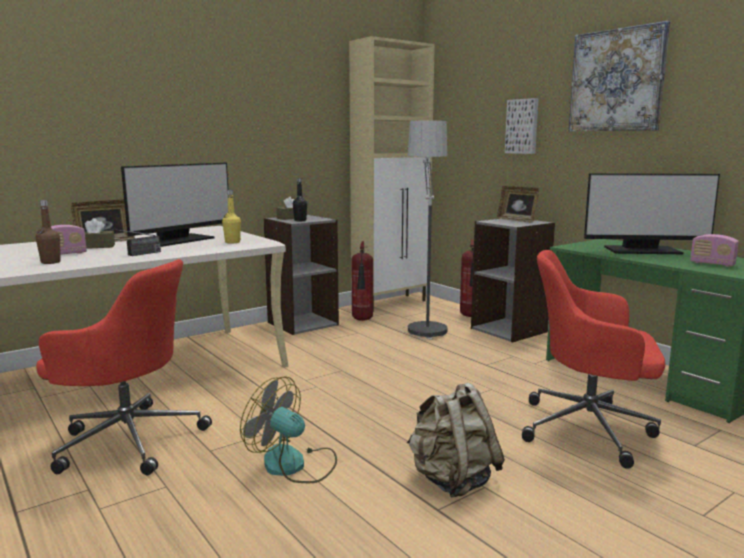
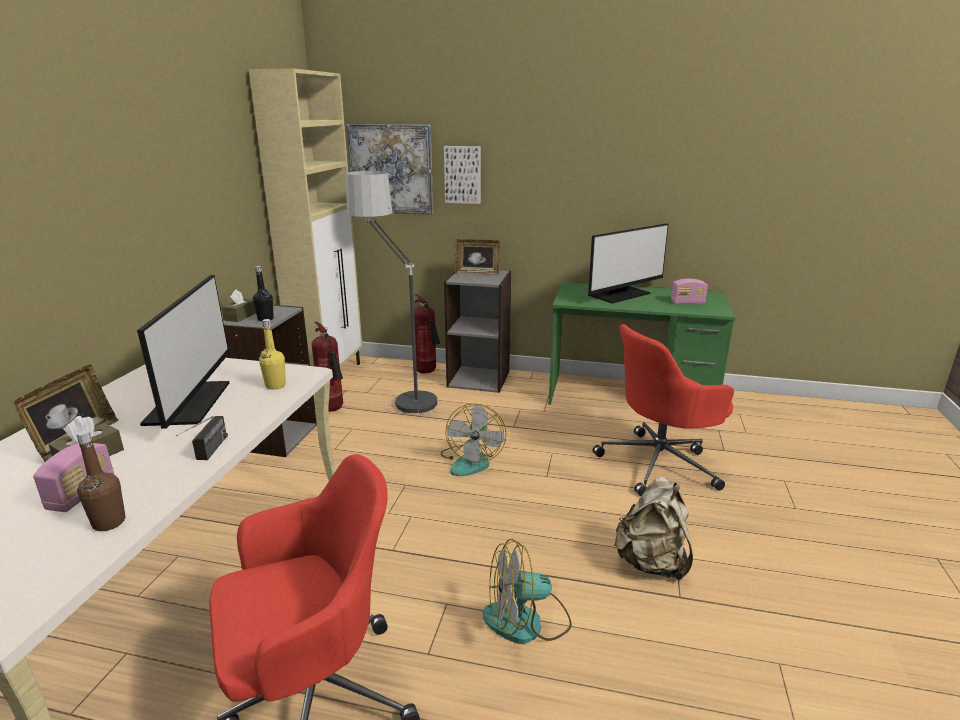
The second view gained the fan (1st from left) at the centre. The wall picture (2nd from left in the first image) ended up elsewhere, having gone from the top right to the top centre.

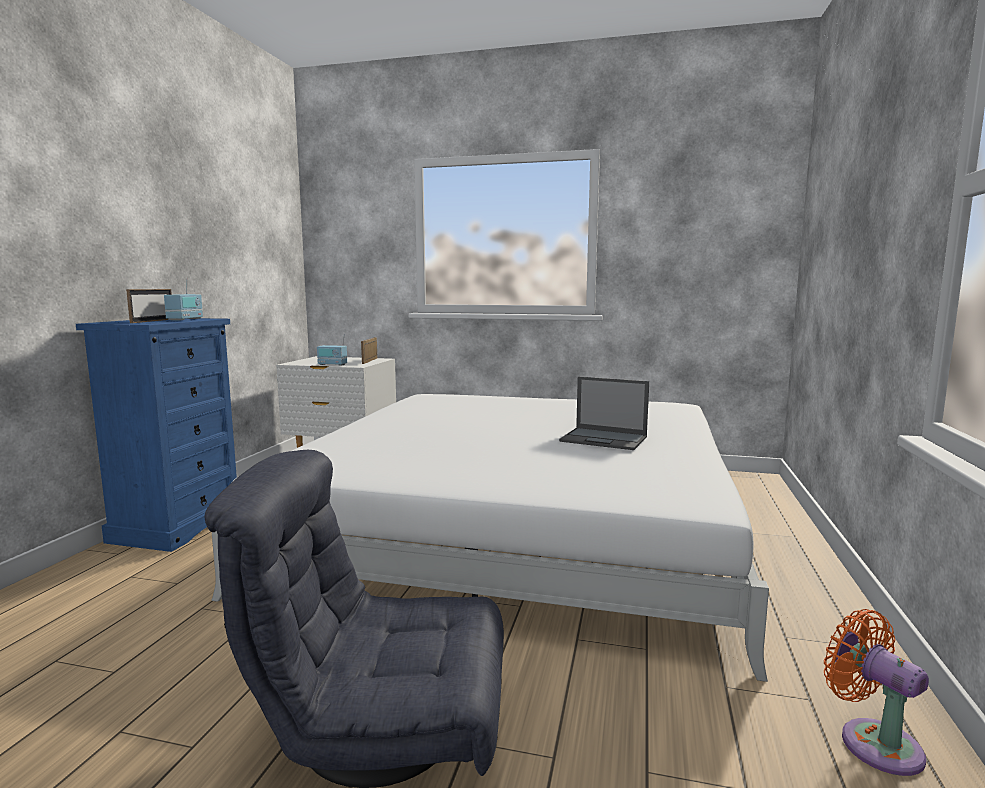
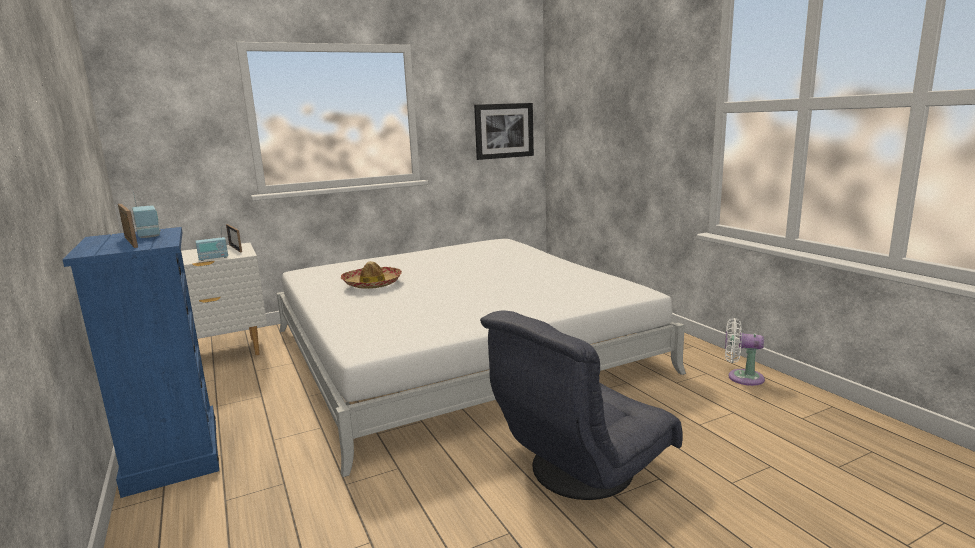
The second view lost the portable computer at the centre. The second view gained the hat at the centre. The second view gained the wall picture at the top centre. What was the orange fan at the bottom right turned into the whitish fan at the middle right.

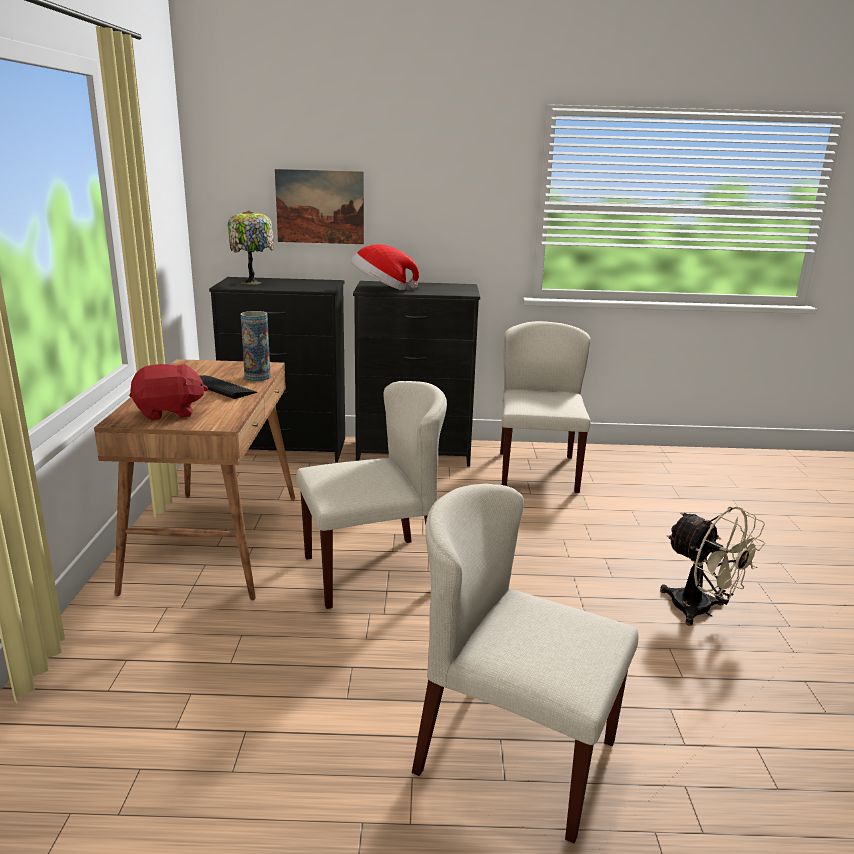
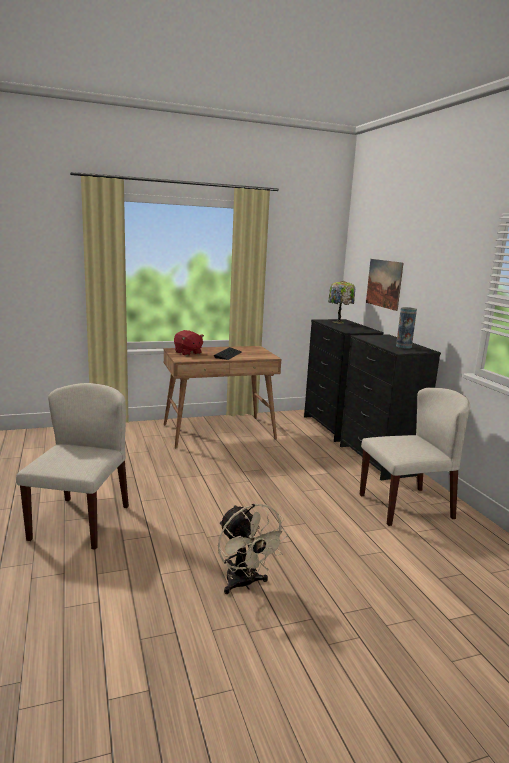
The second view lost the beige upright chair (1st from left) at the centre. The second view lost the hat at the top centre. The decorative vase ended up elsewhere, having gone from the middle left to the middle right. The beige fan at the middle right ended up facing another way, 60 degrees counterclockwise from before.

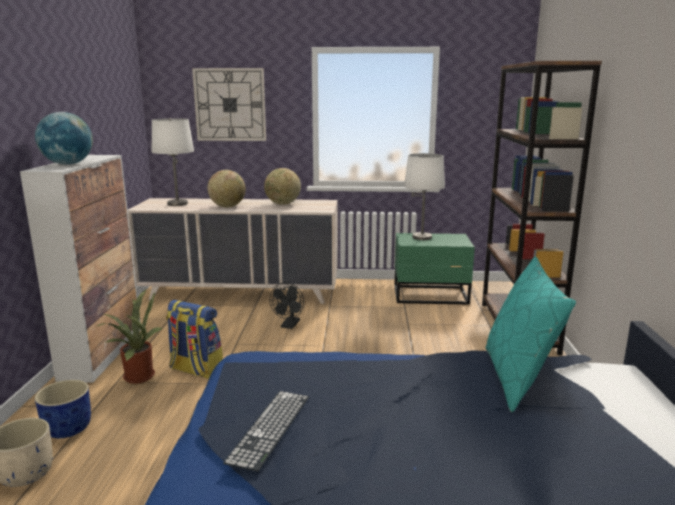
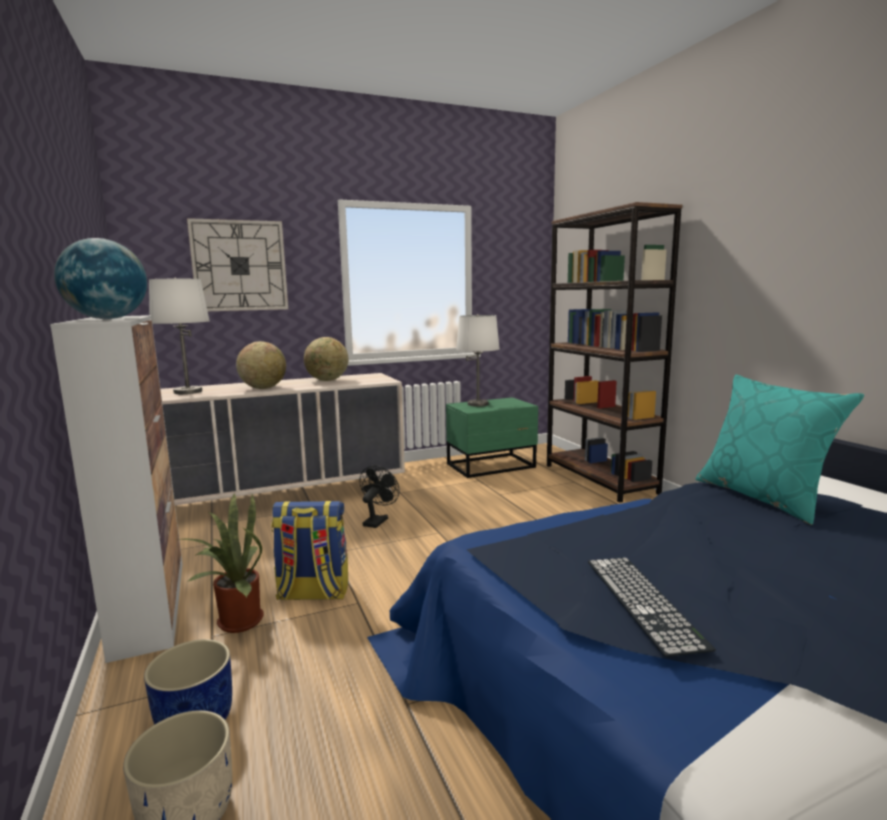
The blackish fan at the centre ended up facing another way, 150 degrees counterclockwise from before.

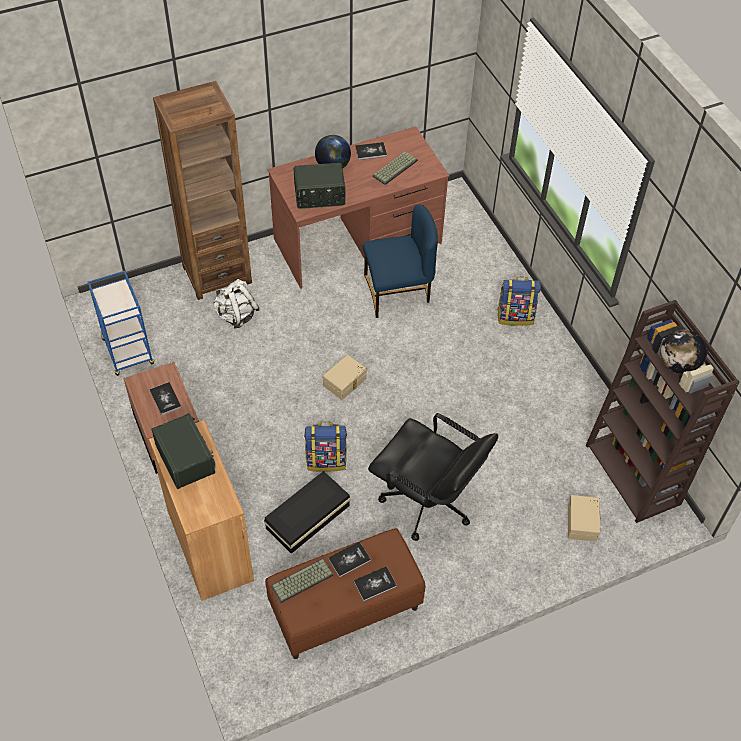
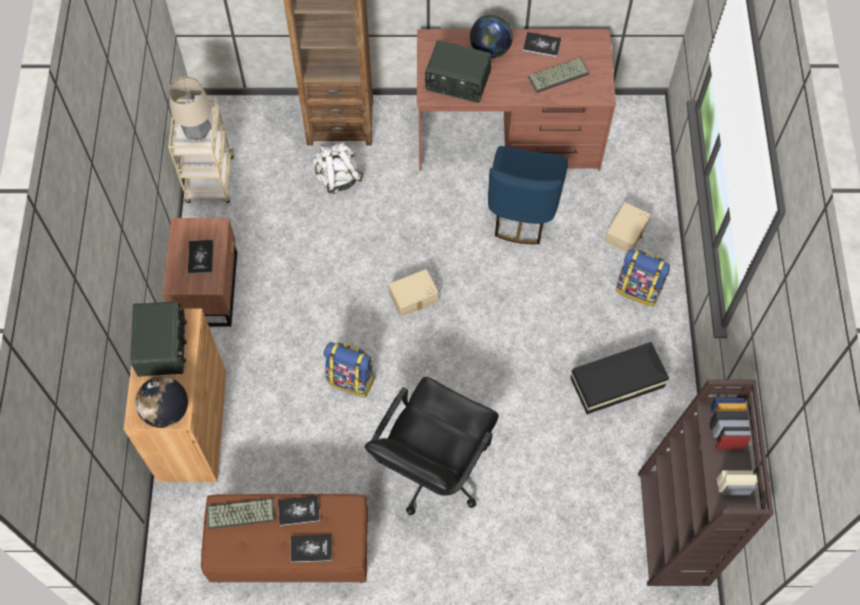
The second view gained the table lamp at the top left. The blackish storage bin ended up elsewhere, having gone from the bottom centre to the middle right. The beige storage bin (2nd from left) ended up elsewhere, having gone from the bottom right to the middle right. The desk globe (2nd from left in the first image) ended up elsewhere, having gone from the middle right to the middle left. What was the bluish cart at the middle left turned into the beige cart at the top left. The bluish upright chair at the centre ended up facing another way, 90 degrees clockwise from before. The blackish office chair at the centre ended up facing another way, 60 degrees clockwise from before.

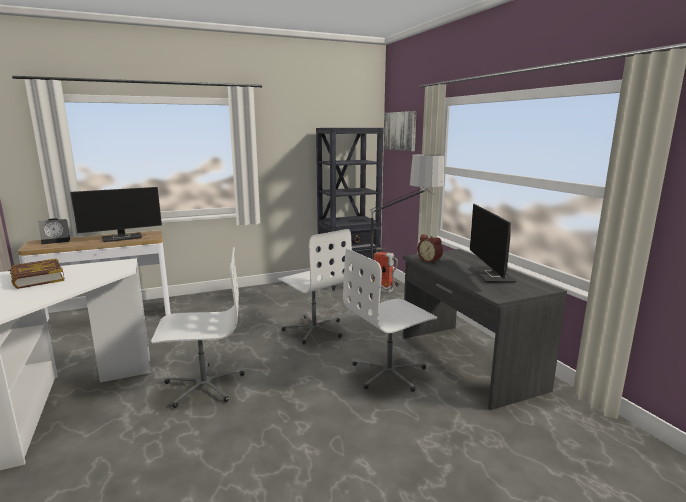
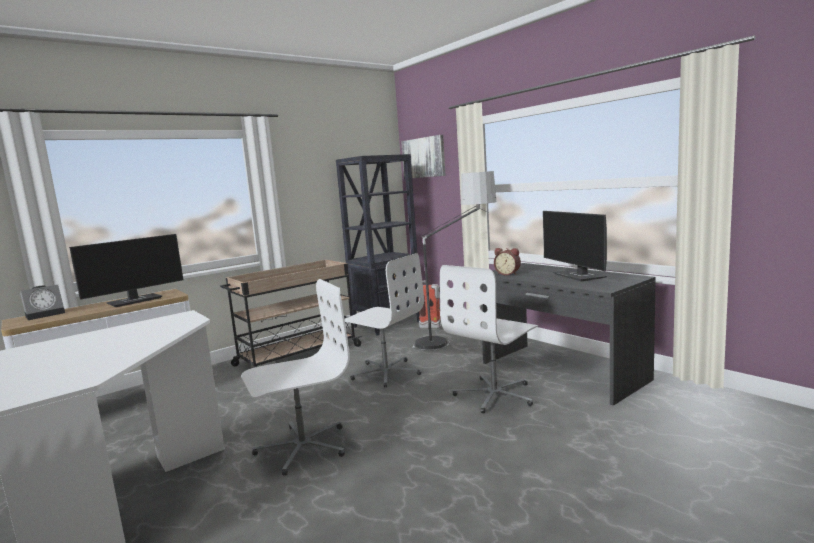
The second view lost the bound book at the middle left. The second view gained the beige cart at the centre.

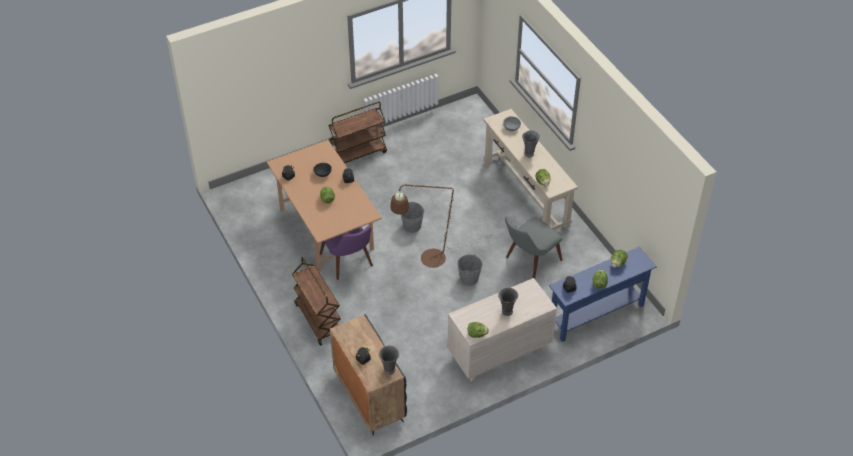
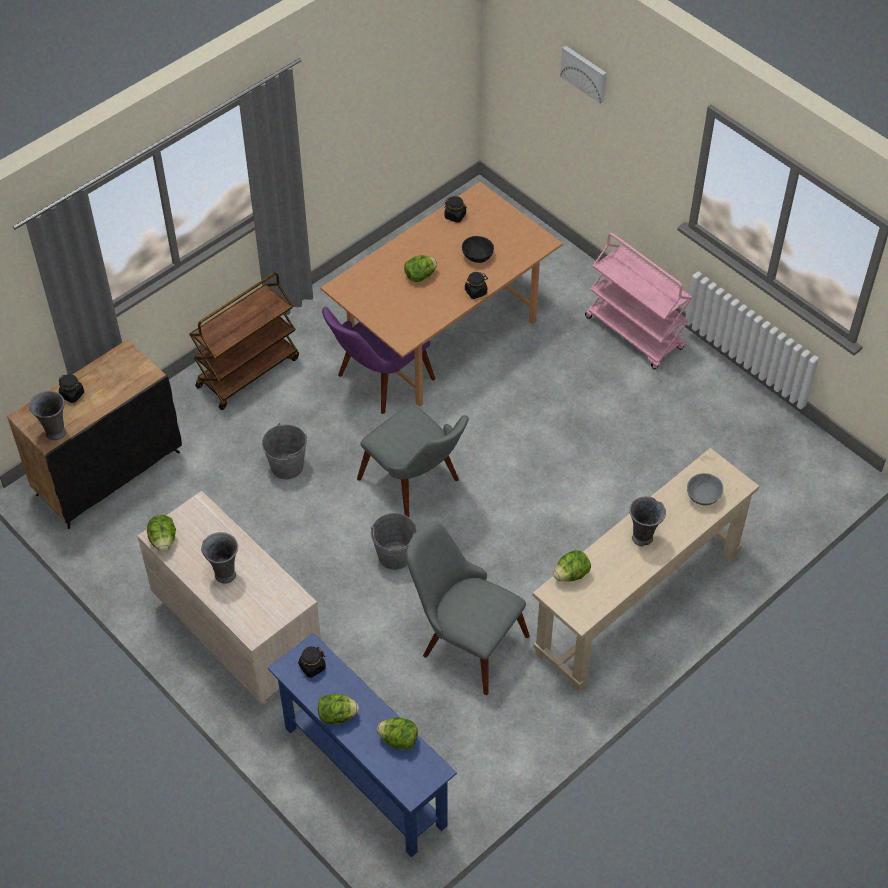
The second view gained the wall picture at the top centre. The gray water bucket (1st from left) ended up elsewhere, having gone from the centre to the middle left. Where the brown standard lamp stood at the centre, the gray upright chair (1st from left) came to stand at the centre. What was the brown cart (2nd from left) at the top centre turned into the pinkish cart at the middle right.

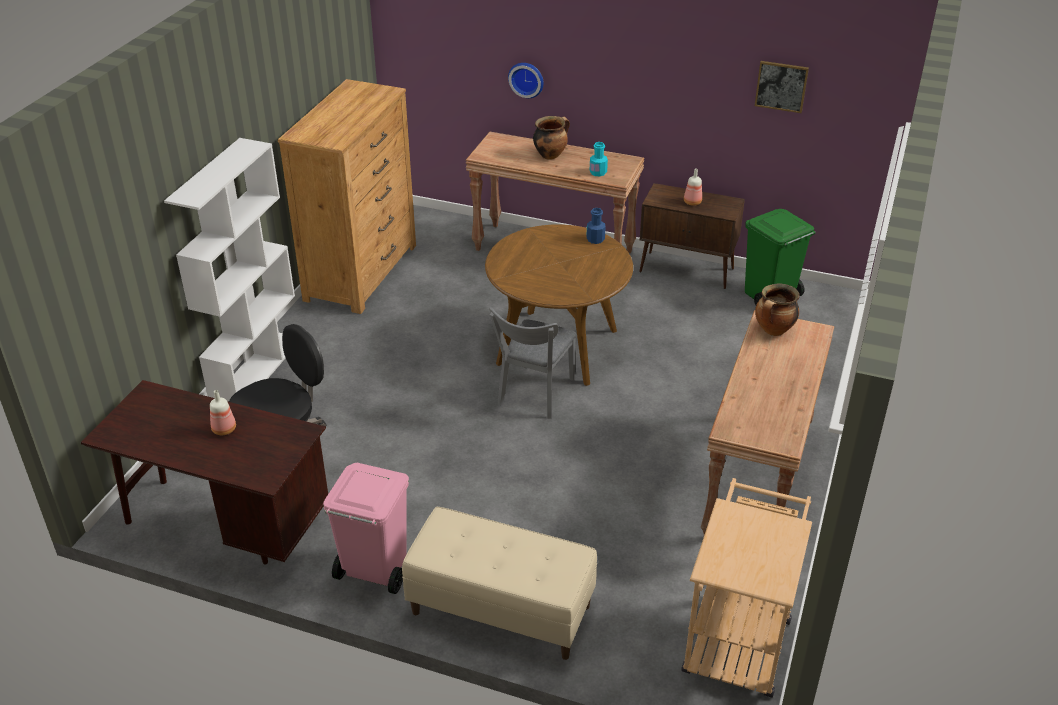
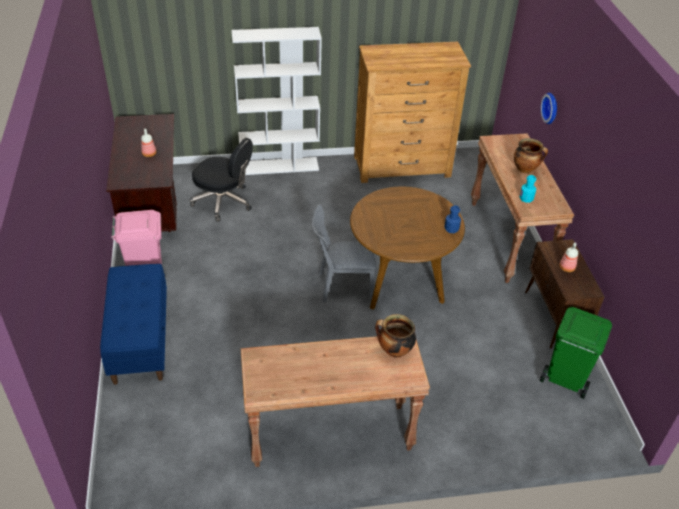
The second view lost the beige cart at the bottom right. The second view lost the wall picture at the top right. What was the beige long seat at the bottom centre turned into the bluish long seat at the middle left.

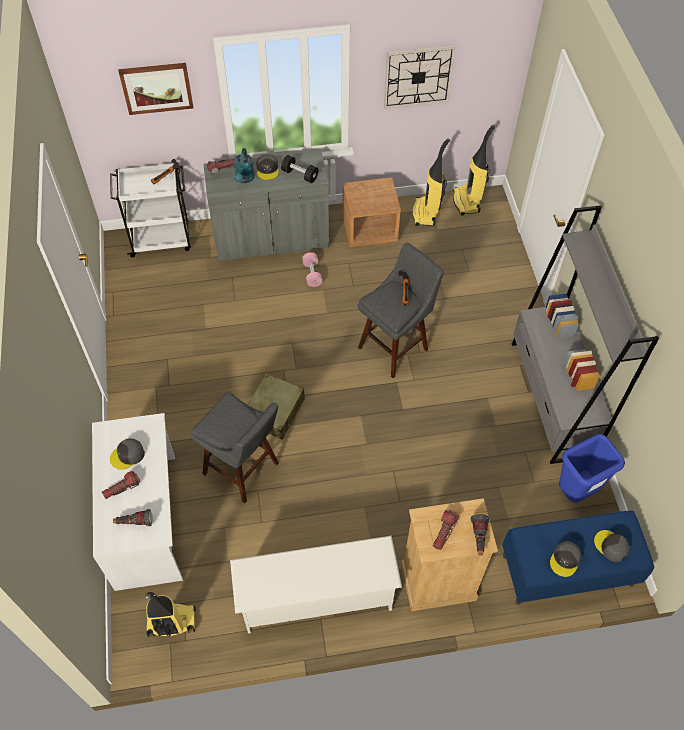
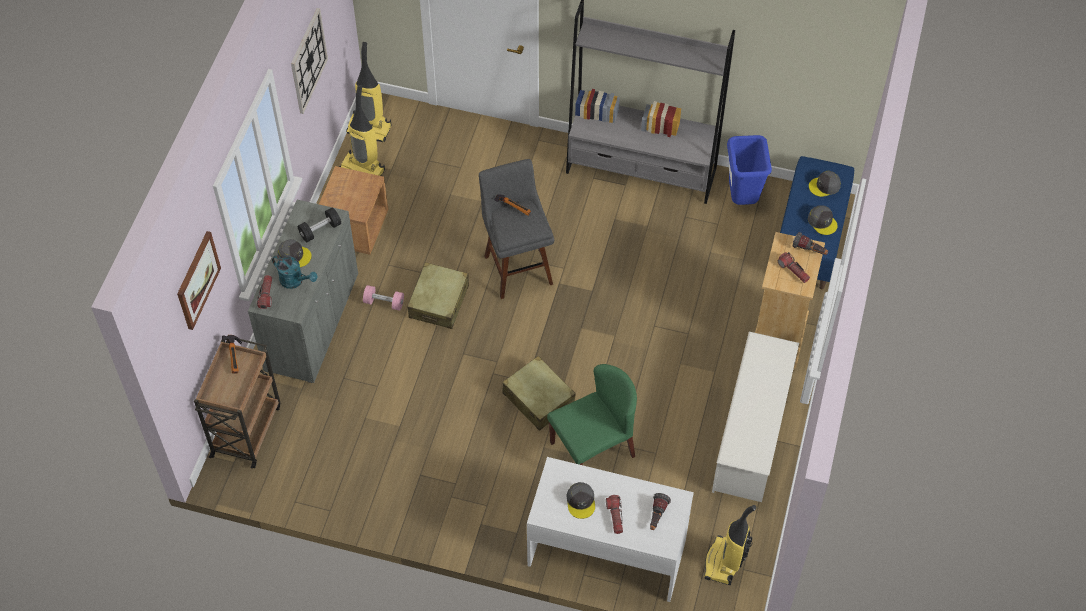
The second view gained the beige suitcase (1st from left) at the centre. Where the gray stool seat (1st from left) stood at the centre, the green upright chair came to stand at the bottom centre. What was the whitish cart at the top left turned into the brown cart at the middle left.

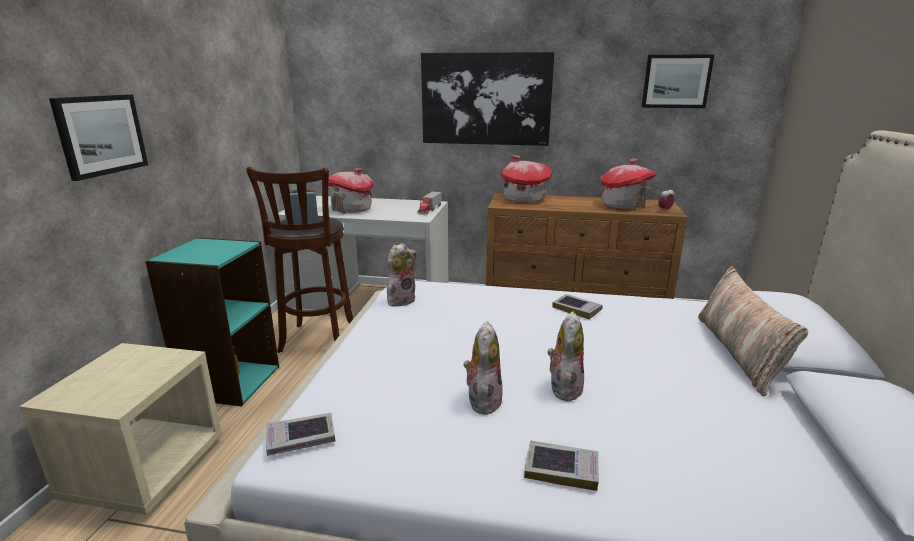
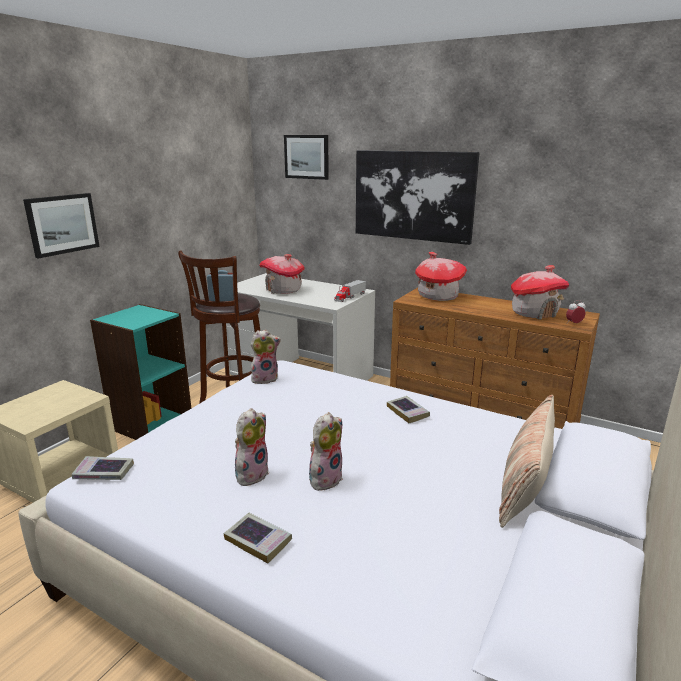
The wall picture (3rd from left in the first image) ended up elsewhere, having gone from the top right to the top centre.

